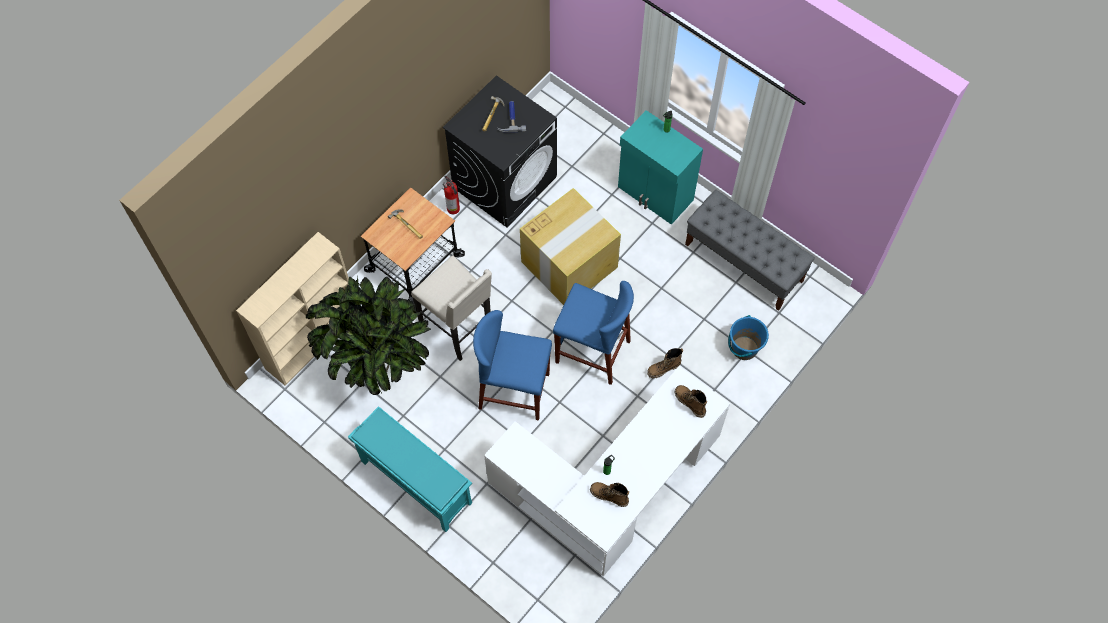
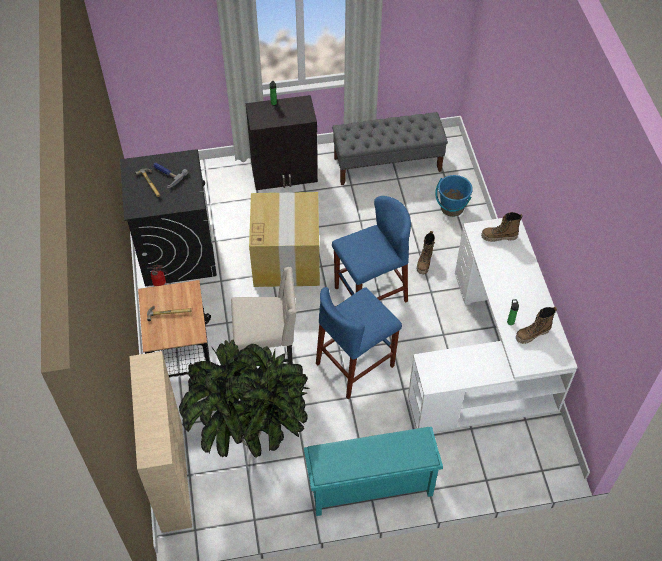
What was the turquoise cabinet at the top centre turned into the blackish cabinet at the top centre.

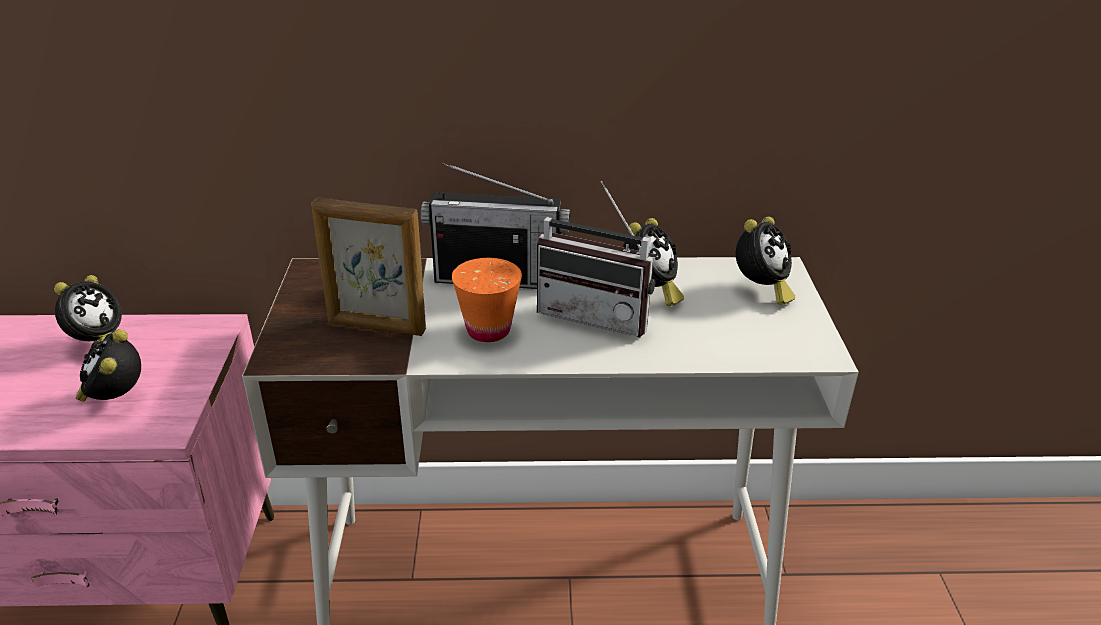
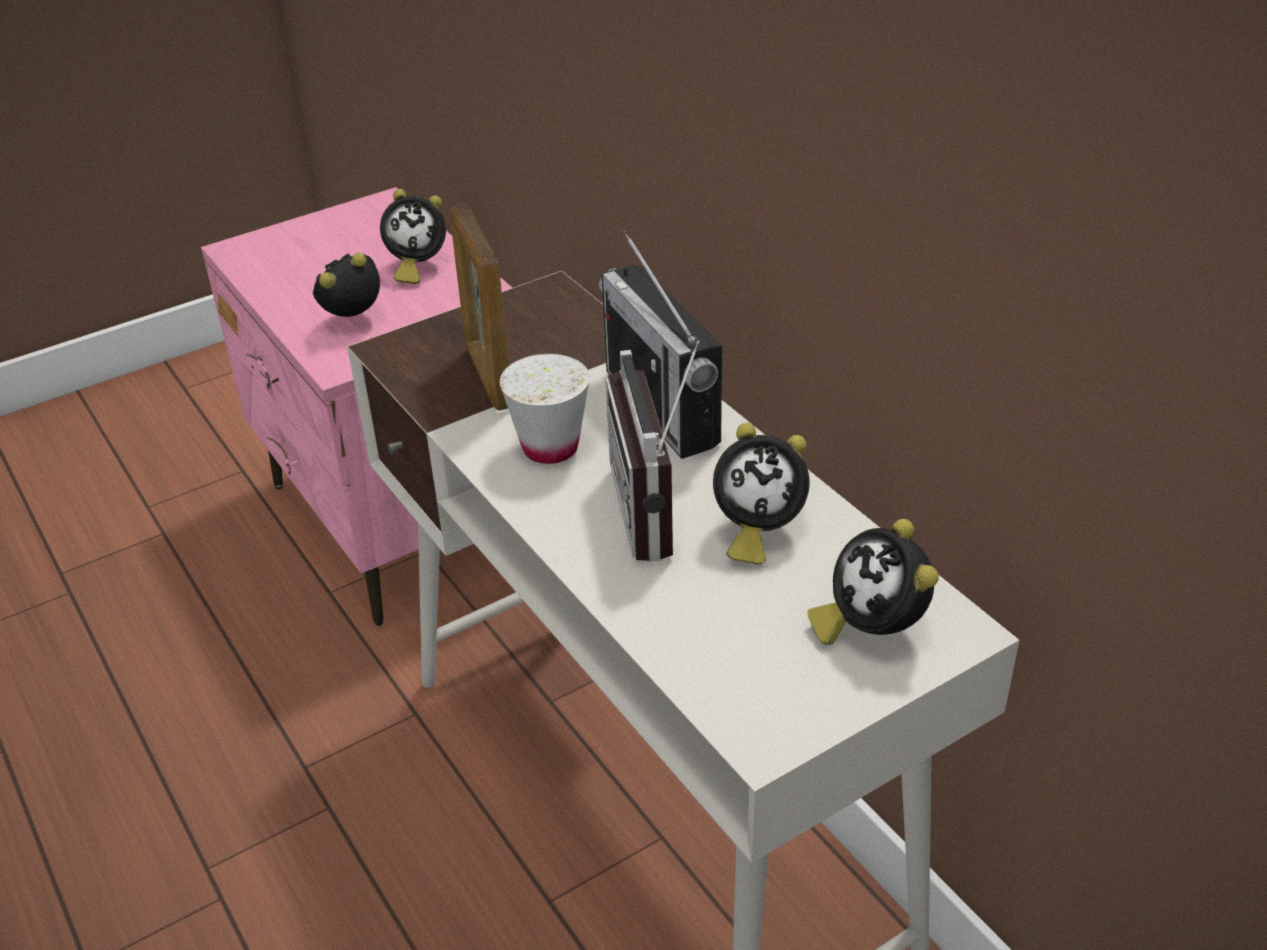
What was the orange cup at the centre turned into the whitish cup at the centre. The bedside clock (4th from left) at the middle right ended up facing another way, 60 degrees clockwise from before.

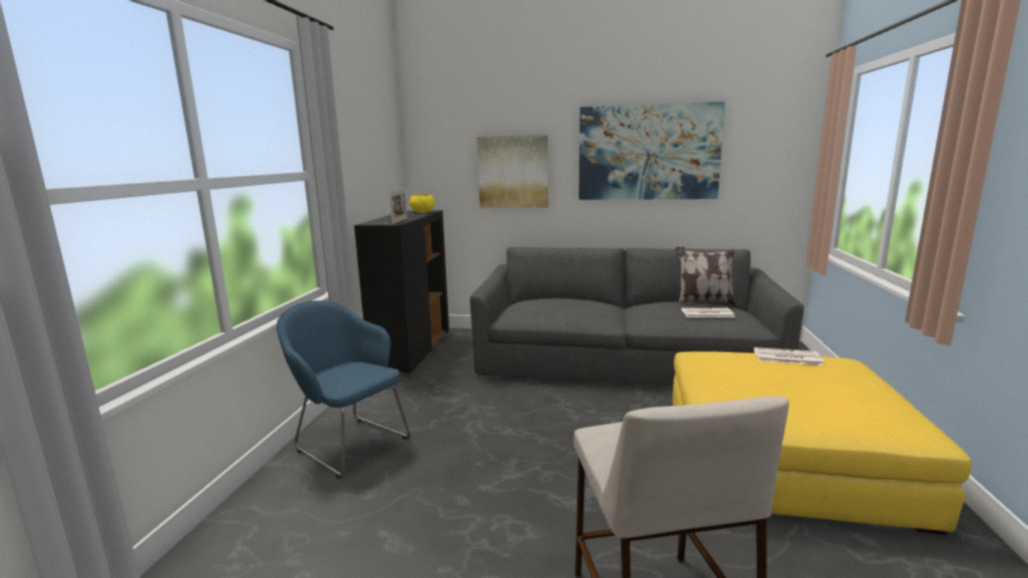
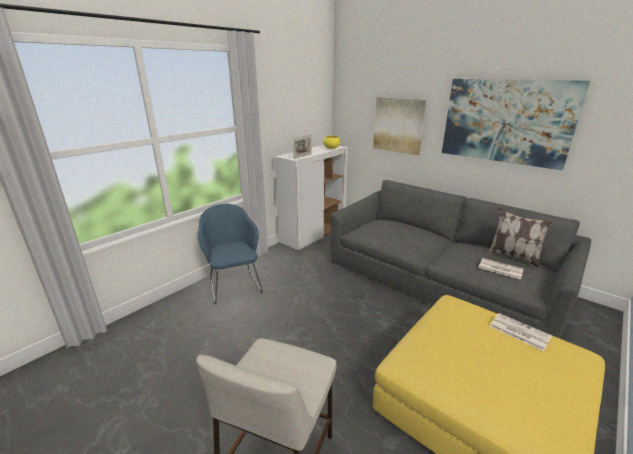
What was the blackish cabinet at the centre turned into the whitish cabinet at the centre.

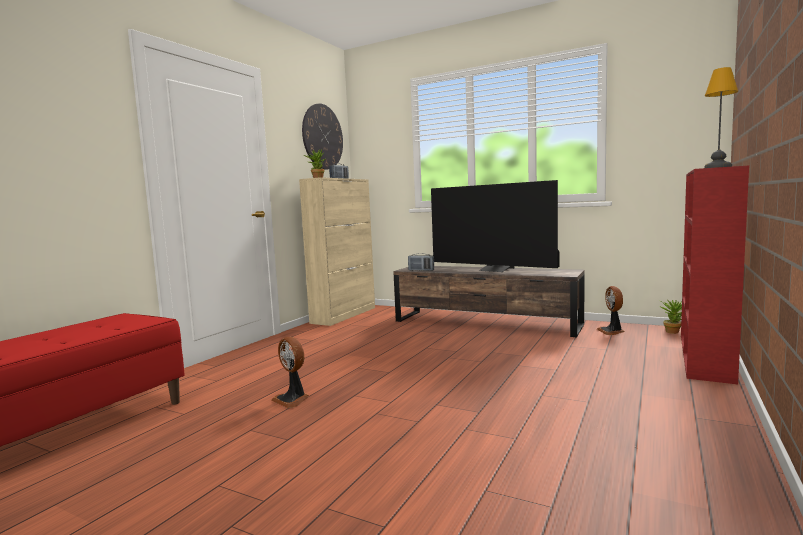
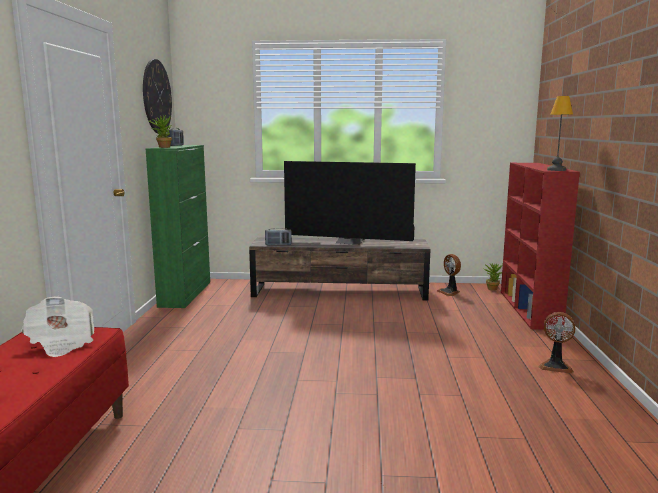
The second view gained the daily paper at the middle left. The fan (1st from left in the first image) ended up elsewhere, having gone from the bottom centre to the bottom right. What was the beige cabinet at the centre turned into the green cabinet at the middle left.

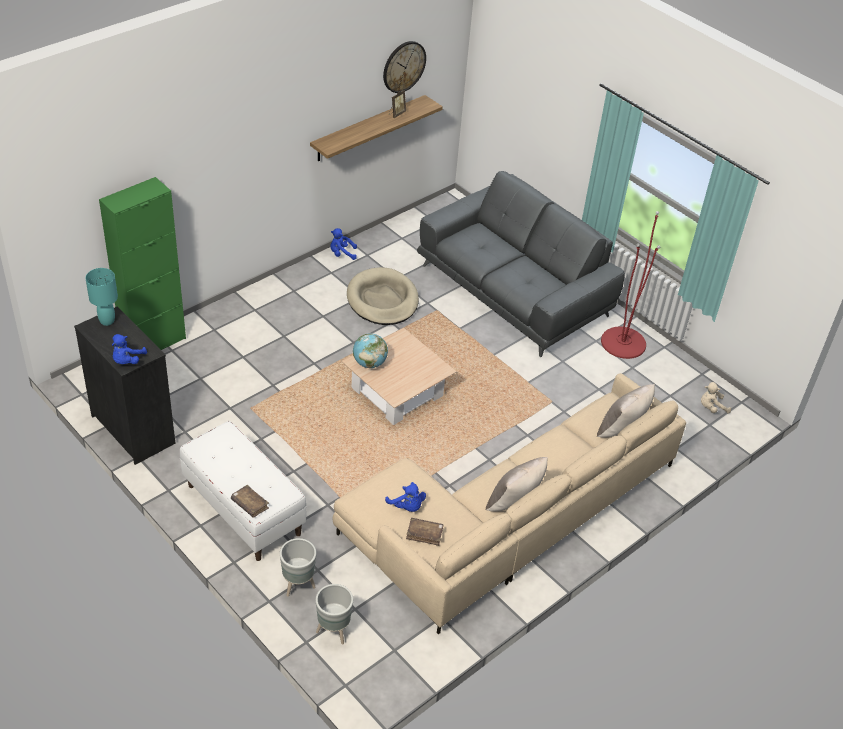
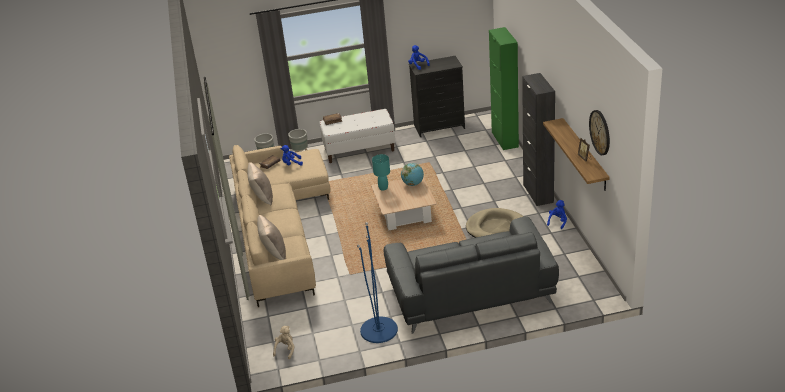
The second view gained the blackish cabinet at the middle right. The turquoise table lamp ended up elsewhere, having gone from the middle left to the centre. What was the red-coloured standard lamp at the middle right turned into the bluish standard lamp at the bottom centre.

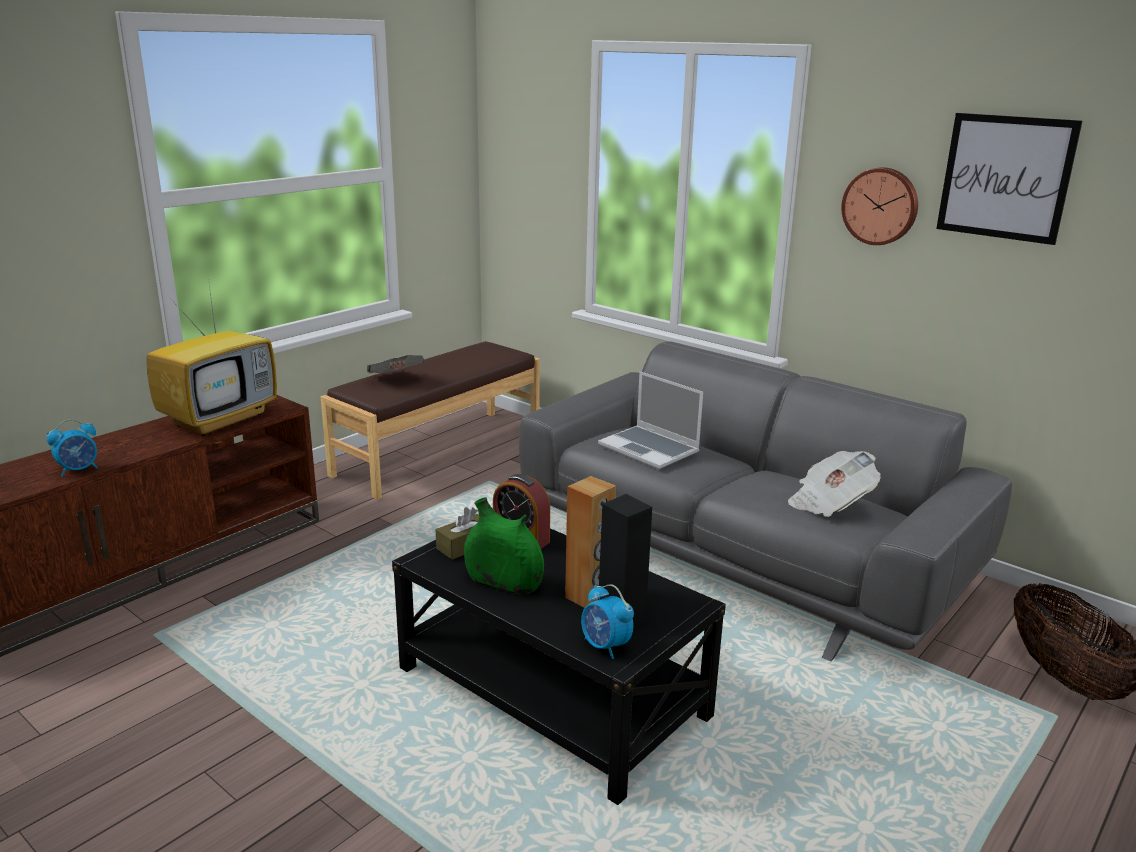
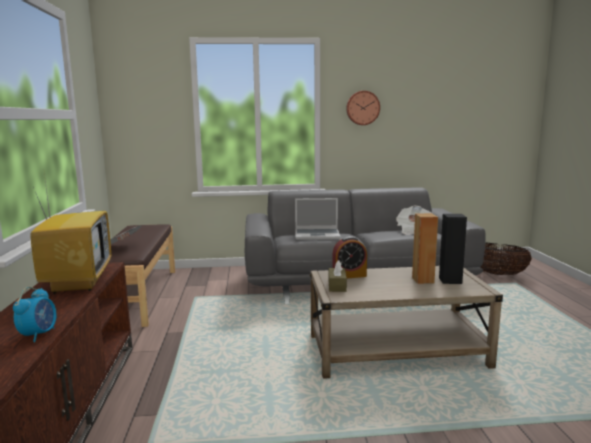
The second view lost the green decorative vase at the centre. The second view lost the bedside clock (3rd from left) at the bottom centre. The second view lost the wall picture at the top right. What was the blackish coffee table at the bottom centre turned into the beige coffee table at the bottom right.

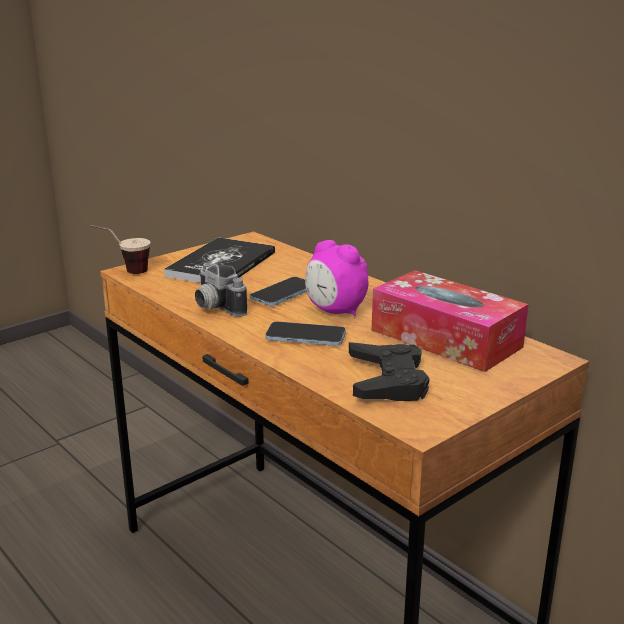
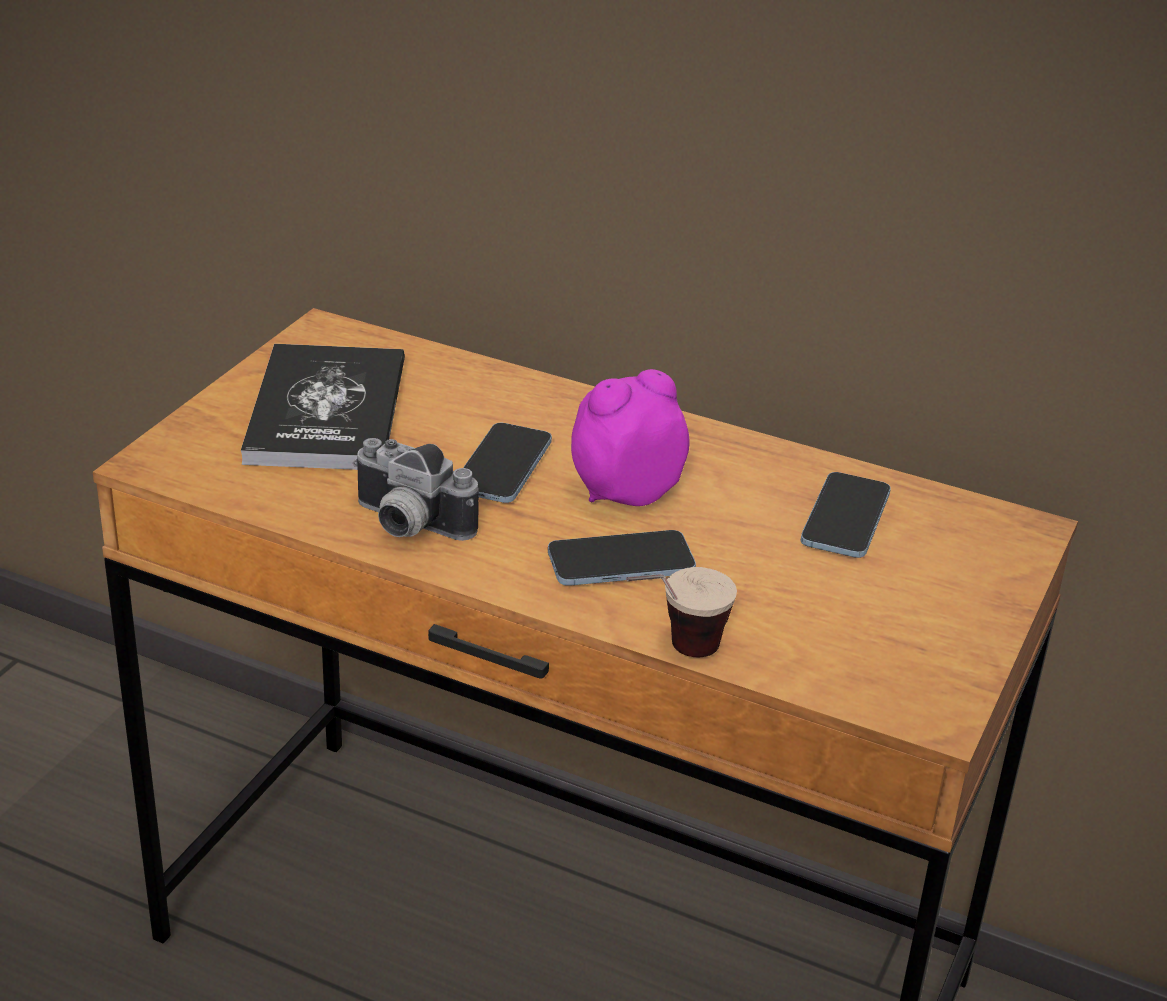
The second view lost the blackish game controller at the centre. The cup ended up elsewhere, having gone from the middle left to the centre. Where the box of tissues stood at the middle right, the handset (3rd from left) came to stand at the middle right. The bedside clock at the centre ended up facing another way, 135 degrees clockwise from before.

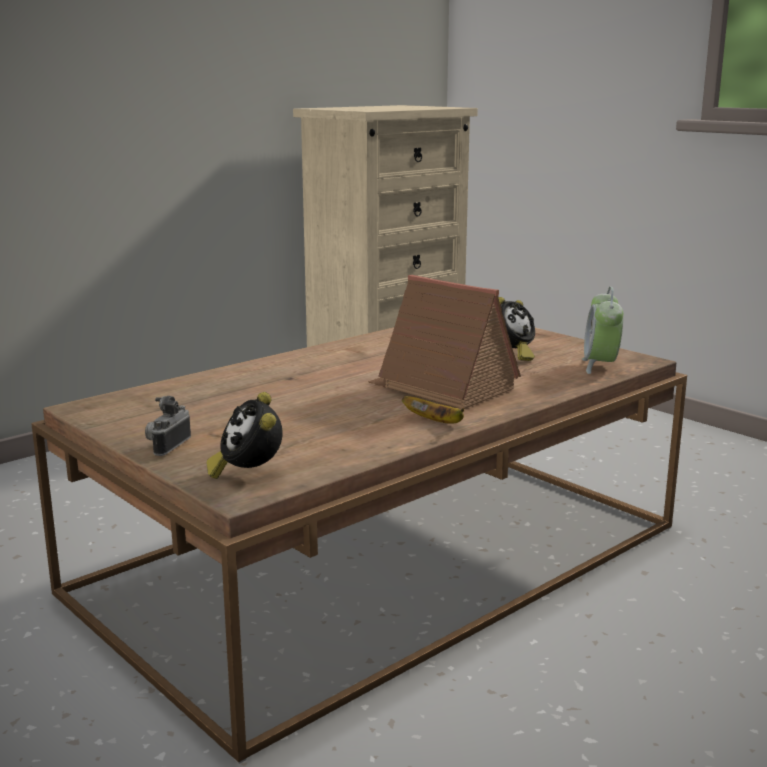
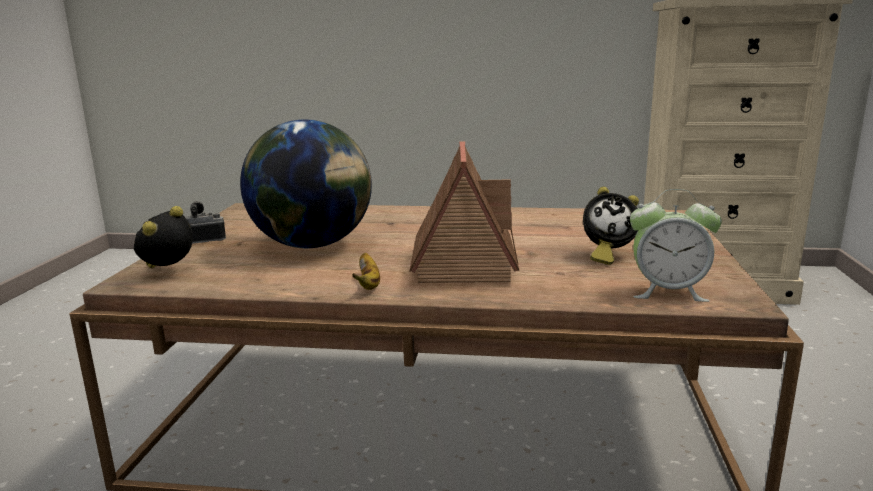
The second view gained the desk globe at the centre. The bedside clock (3rd from left) at the middle right ended up facing another way, 135 degrees counterclockwise from before.

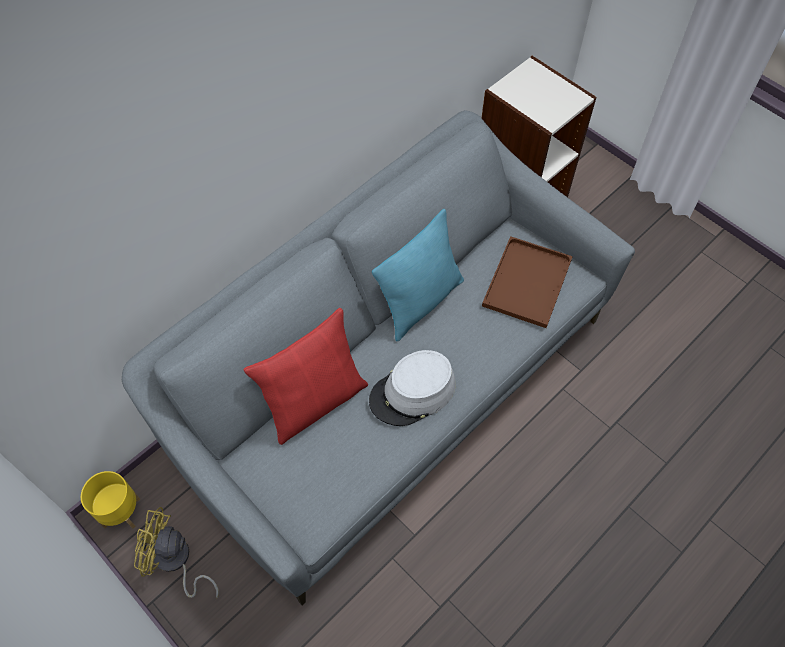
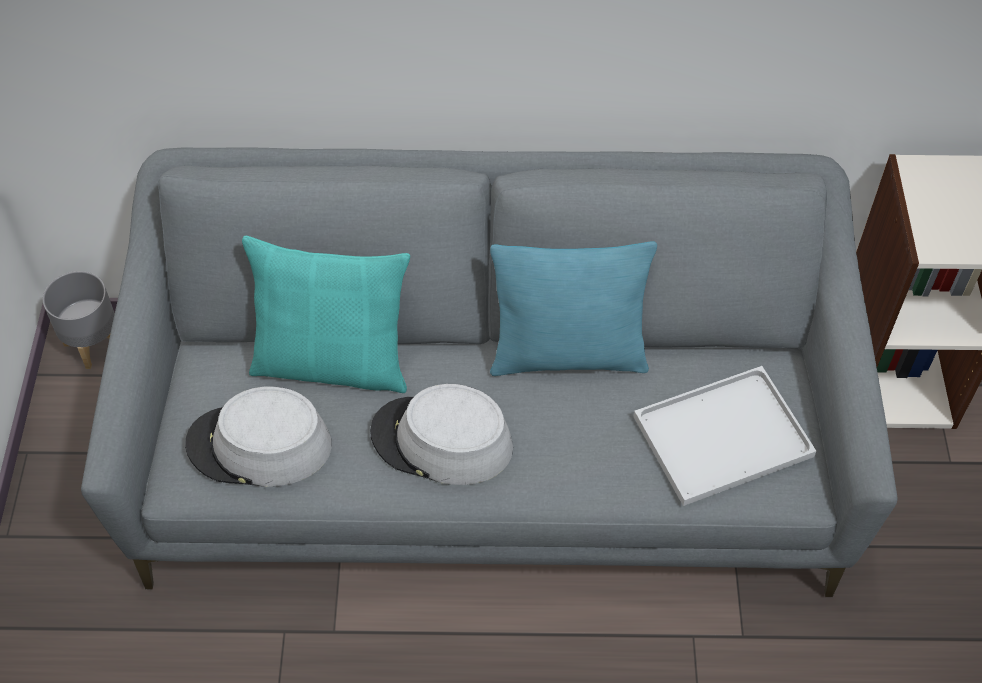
The second view lost the yellow fan at the bottom left. The second view gained the gray hat (1st from left) at the middle left. What was the yellow plant pot at the bottom left turned into the gray plant pot at the middle left. What was the red-coloured pillow at the centre turned into the turquoise pillow (1st from left) at the middle left. What was the brown tray at the middle right turned into the whitish tray at the middle right.

